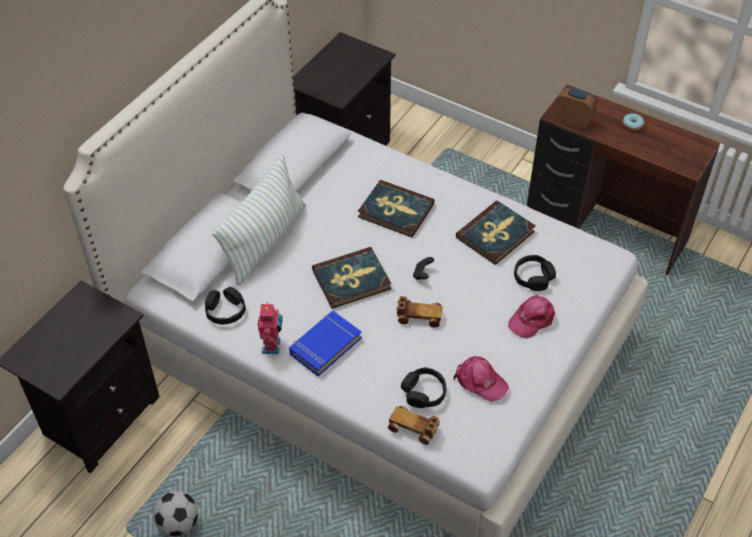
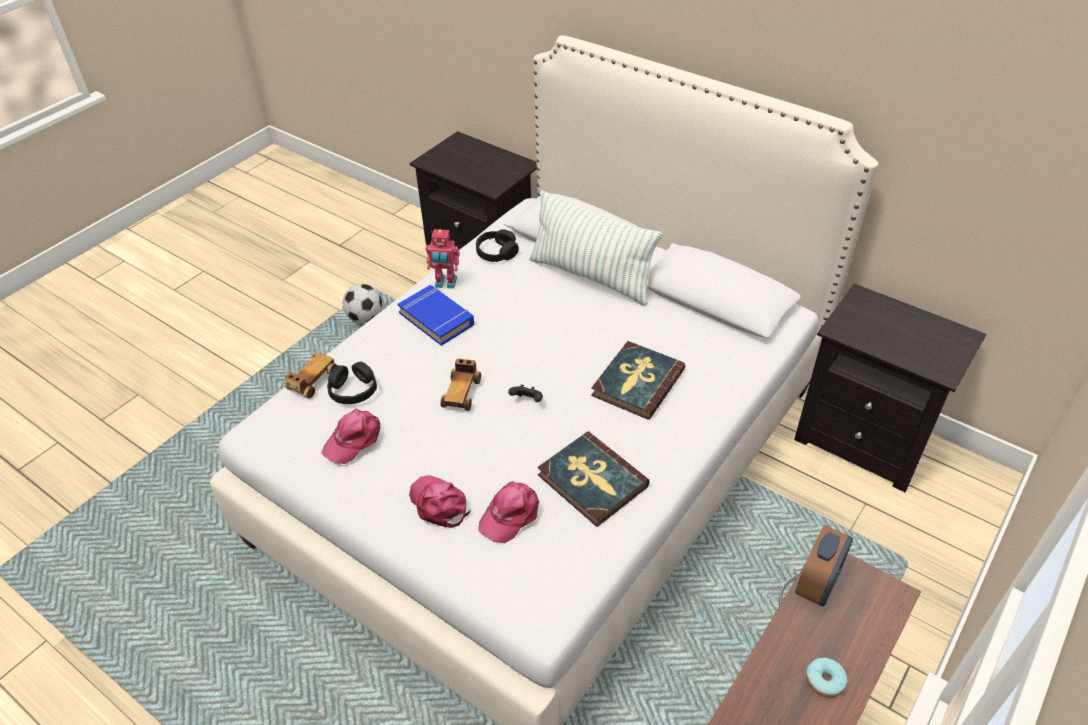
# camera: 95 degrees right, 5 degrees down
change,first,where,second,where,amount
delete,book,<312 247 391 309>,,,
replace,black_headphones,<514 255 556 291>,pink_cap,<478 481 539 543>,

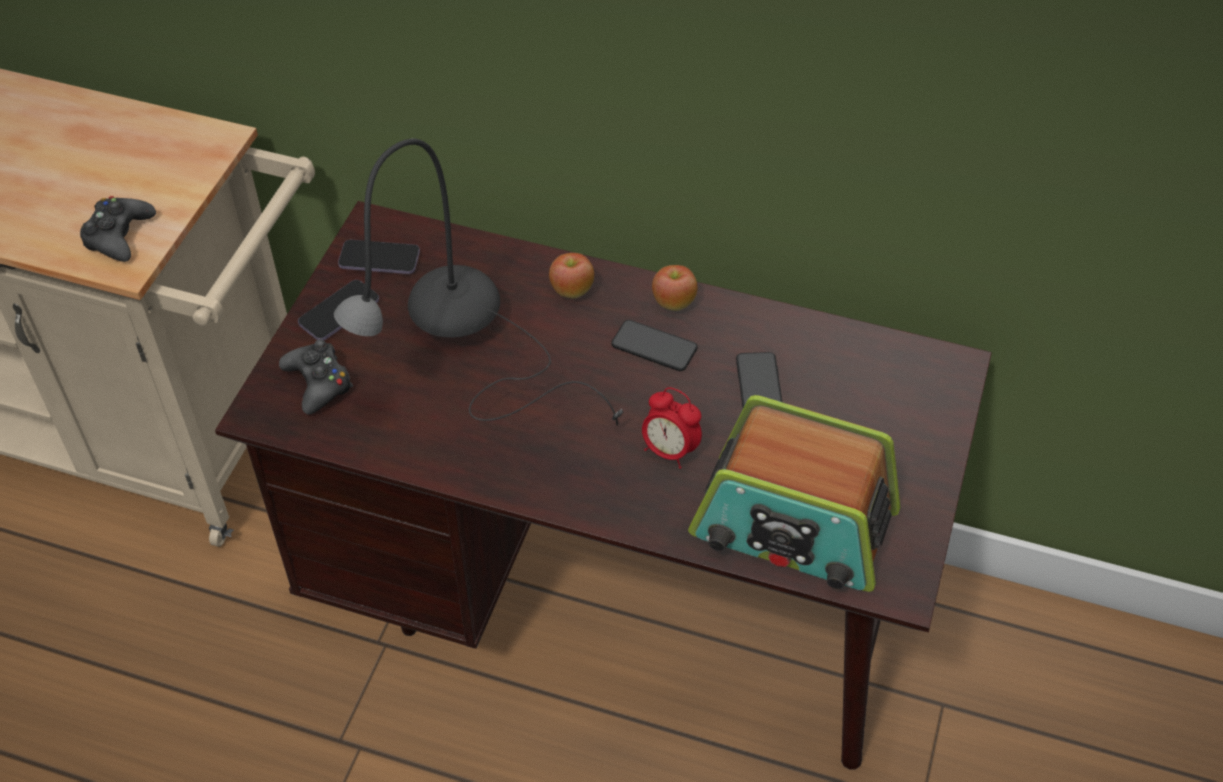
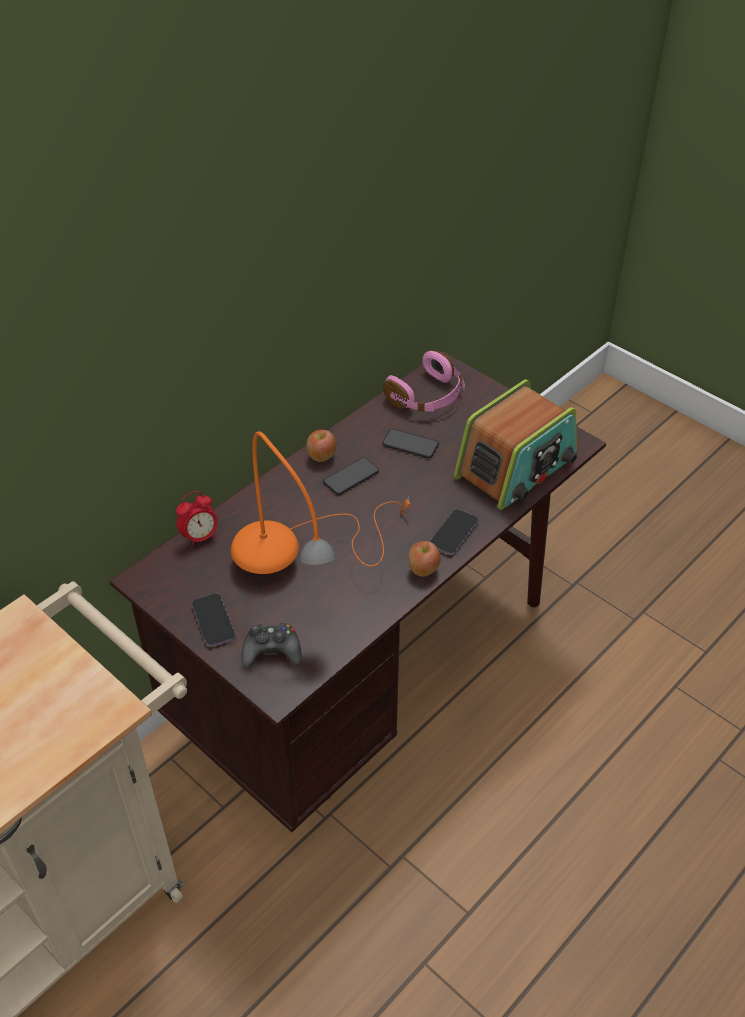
# camera: 65 degrees left, 5 degrees down
change,first,where,second,where,amount
delete,black_game_controller,<80 196 156 262>,,,
recolor,grey_table_lamp,<334 139 623 426>,orange_table_lamp,<231 431 410 574>,
move,phone,<338 240 420 274>,,<430 509 478 555>,
move,apple,<549 253 594 298>,,<408 541 441 577>,
move,alarm_clock,<642 387 702 469>,,<176 491 218 549>,
insert,,,pink_headphones,<383 351 465 412>,

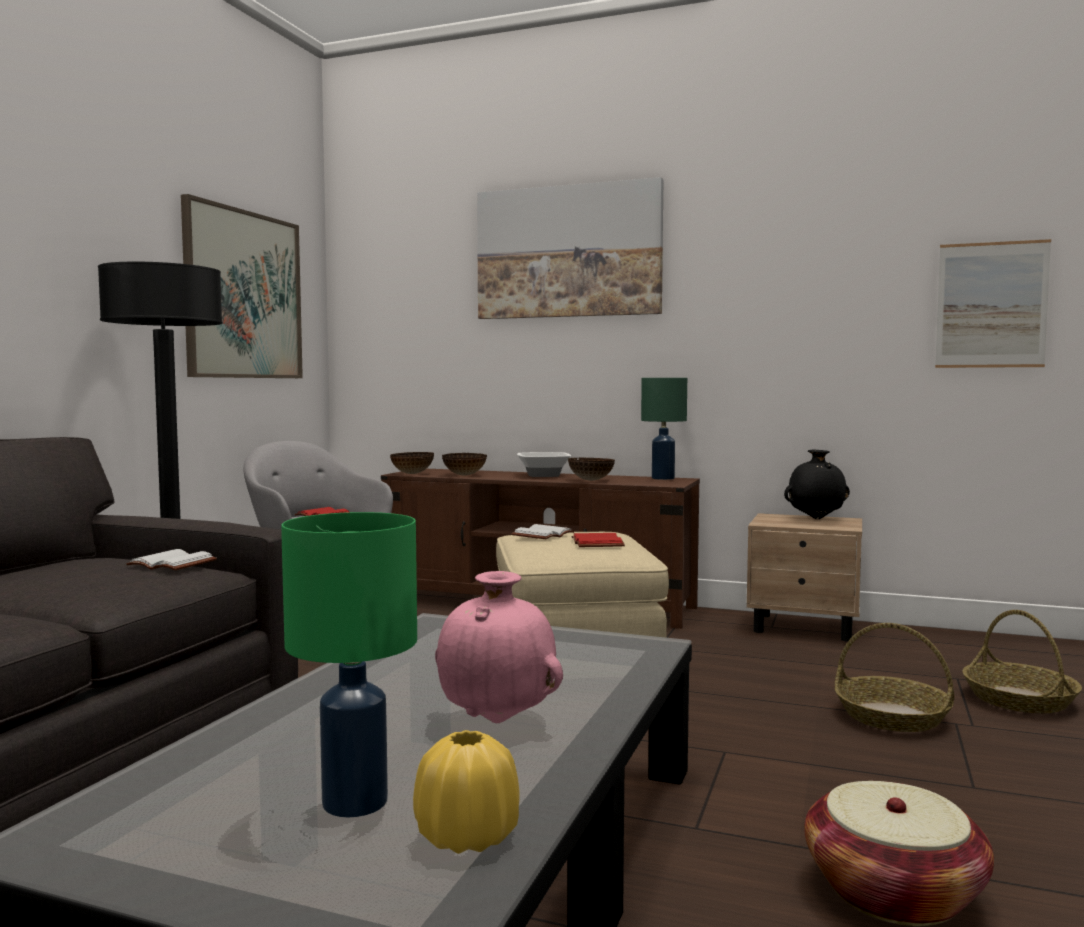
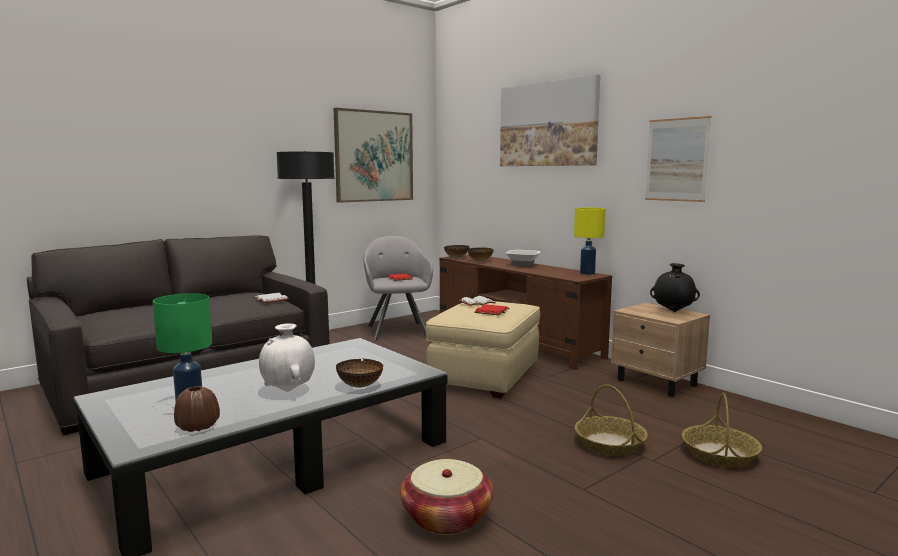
# camera: 30 degrees right, 5 degrees up
change,first,where,second,where,amount
recolor,yellow_vase,<413 730 519 854>,brown_vase,<174 386 220 432>,
recolor,pink_vase,<435 571 563 723>,white_vase,<259 323 315 392>,
move,bowl,<568 458 615 481>,,<336 359 383 388>,
recolor,green_table_lamp,<641 378 687 480>,yellow_table_lamp,<574 208 605 275>,
move,picture,<935 239 1051 368>,,<645 116 711 202>,

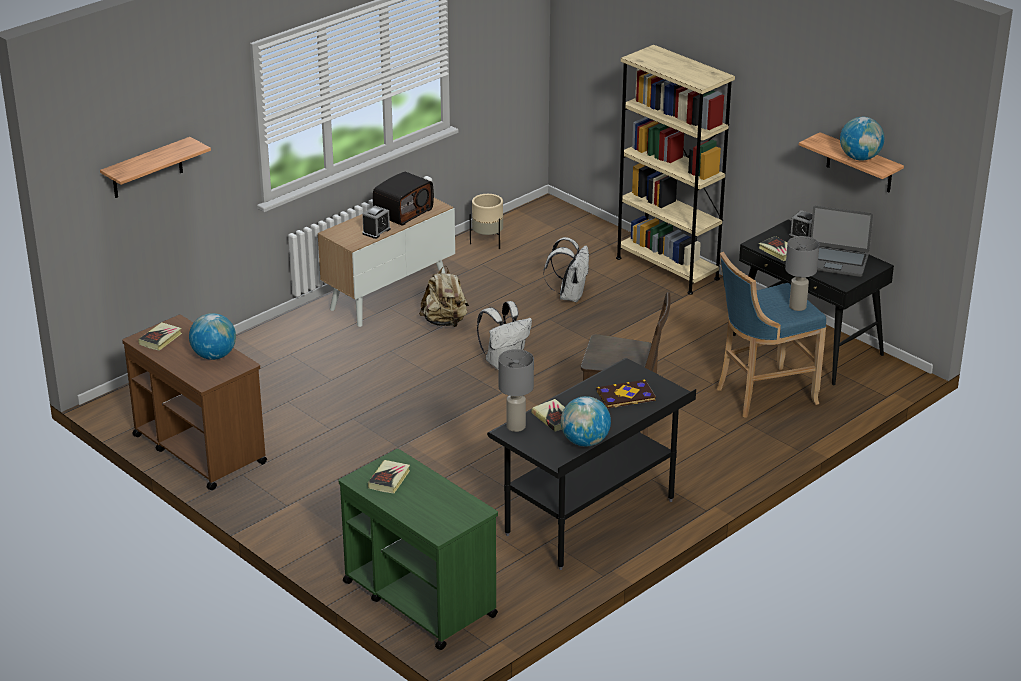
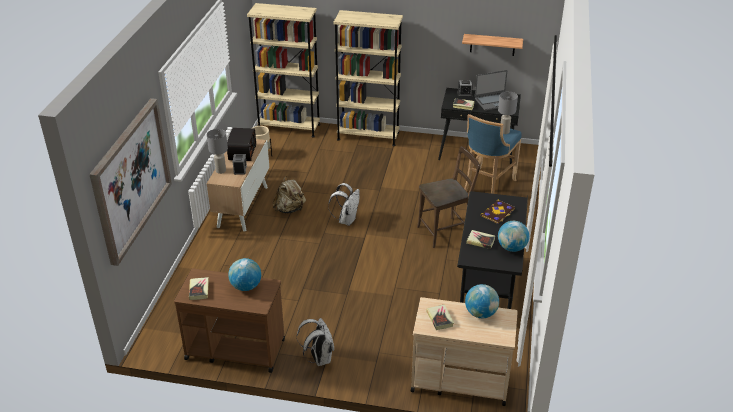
# camera: 35 degrees left, 5 degrees up
change,first,where,second,where,amount
replace,shelf,<100 137 211 198>,picture,<89 98 172 266>,
recolor,green_cart,<339 449 498 650>,beige_cart,<411 297 518 406>,
move,grey_table_lamp,<498 349 534 432>,,<207 129 228 174>,
move,white_backpack,<544 237 589 302>,,<297 318 334 366>,
move,globe,<840 117 884 161>,,<465 284 499 318>,
insert,,,beige_bookcase,<247 3 320 138>,

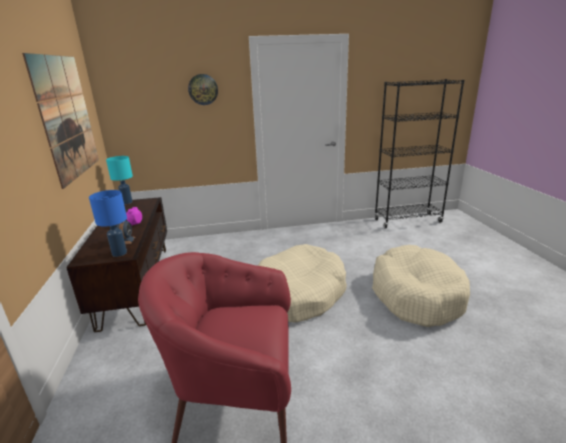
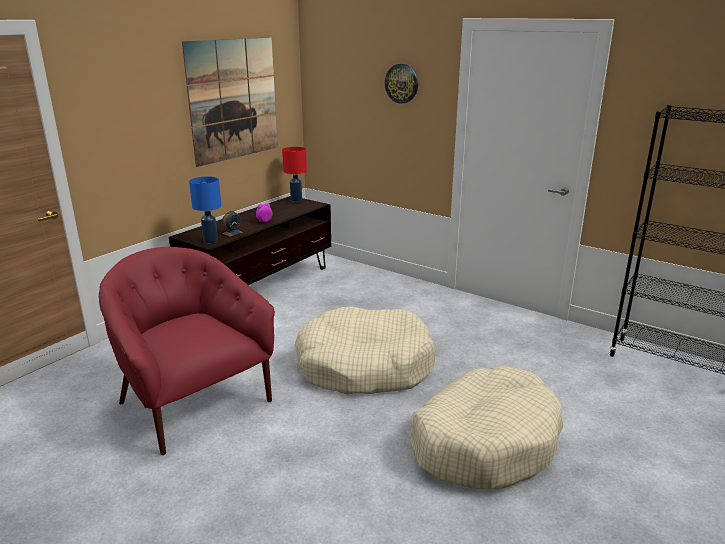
# camera: 45 degrees right, 0 degrees up
change,first,where,second,where,amount
recolor,turquoise_table_lamp,<106 156 133 204>,red_table_lamp,<282 147 307 202>,

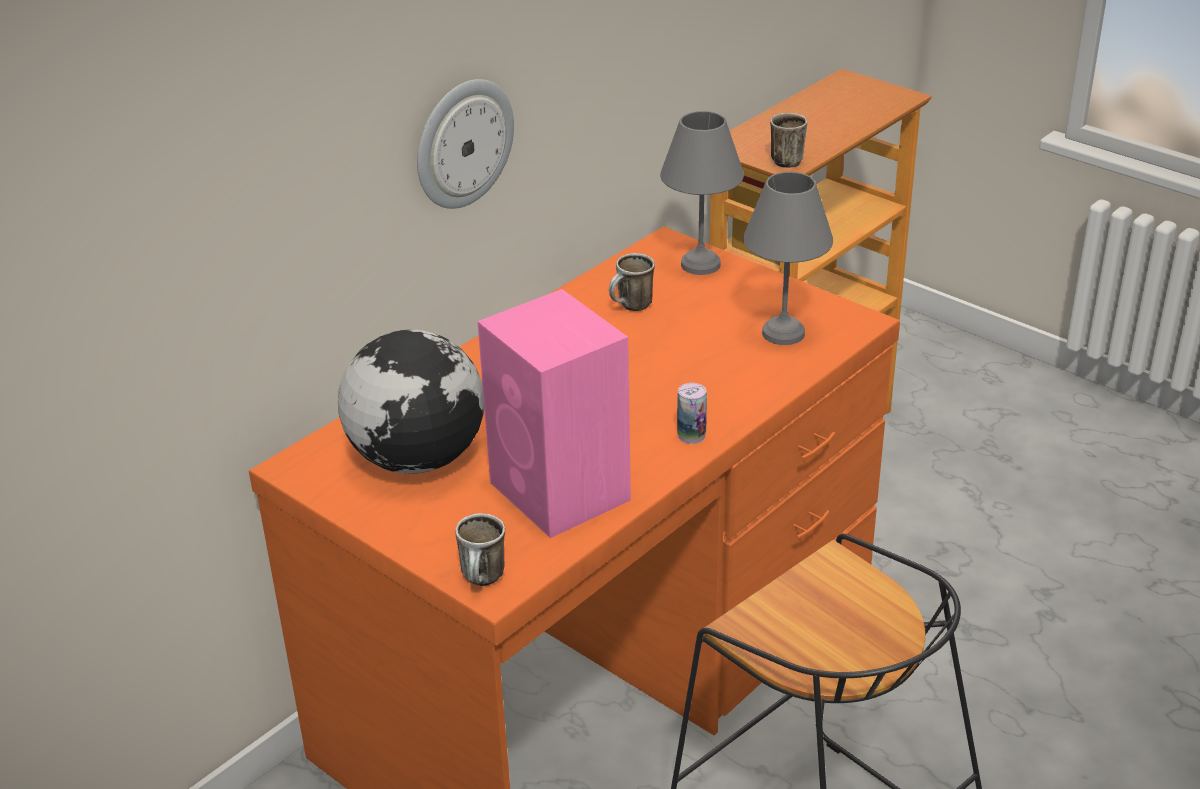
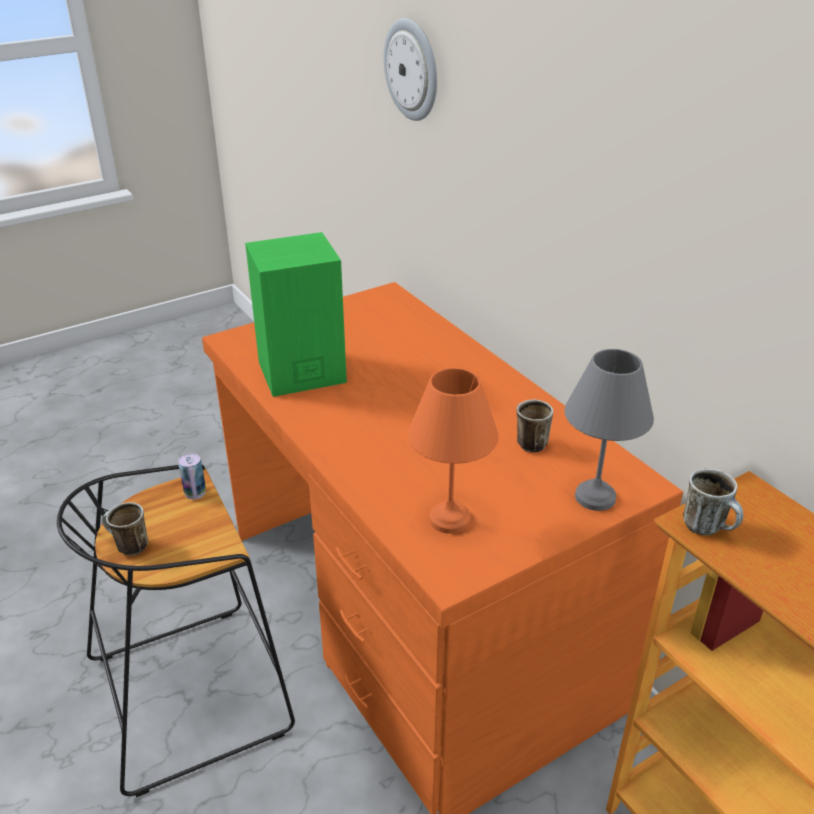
# camera: 105 degrees right, 0 degrees up
change,first,where,second,where,amount
delete,globe,<338 330 484 474>,,,
move,wall_clock,<417 79 514 209>,,<384 18 437 121>,
move,mug,<455 513 505 586>,,<102 502 148 556>,
recolor,pink_speaker,<477 289 631 538>,green_speaker,<245 232 347 397>,
move,can,<677 383 707 444>,,<178 453 206 499>,
recolor,grey_table_lamp,<743 172 833 345>,orange_table_lamp,<408 368 499 534>,

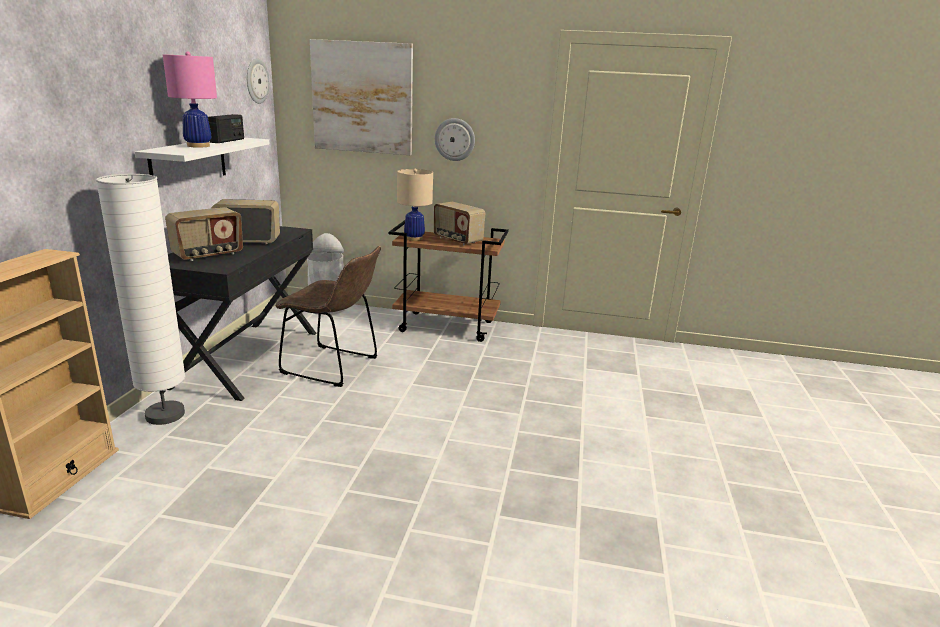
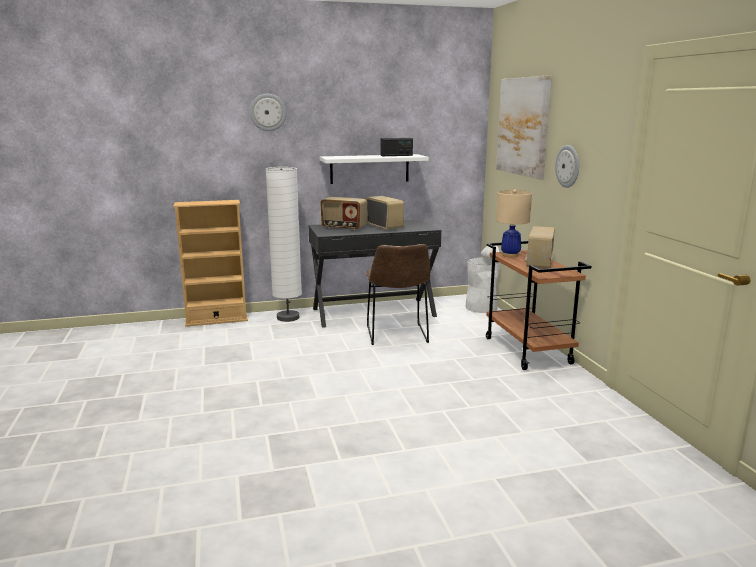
# camera: 65 degrees right, 5 degrees down
change,first,where,second,where,amount
delete,pink_table_lamp,<163 51 217 147>,,,
move,wall_clock,<247 58 269 104>,,<250 94 286 131>,

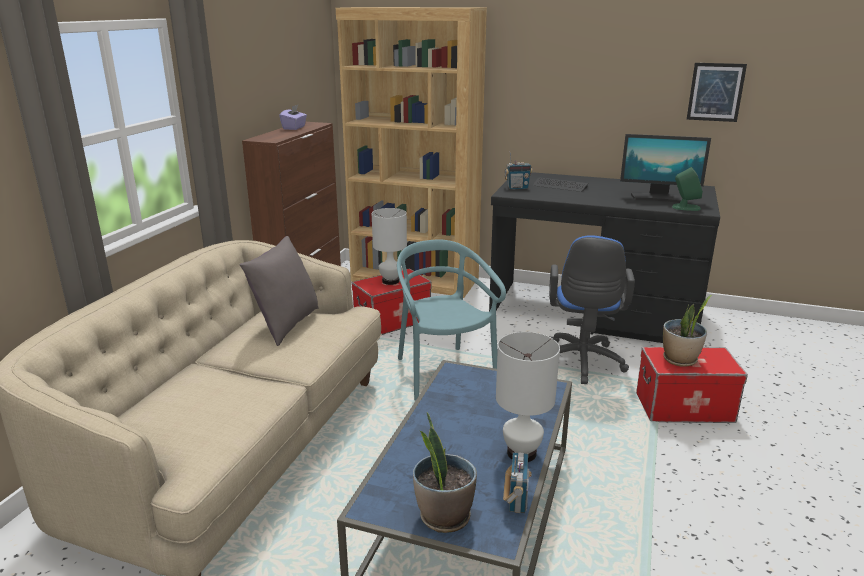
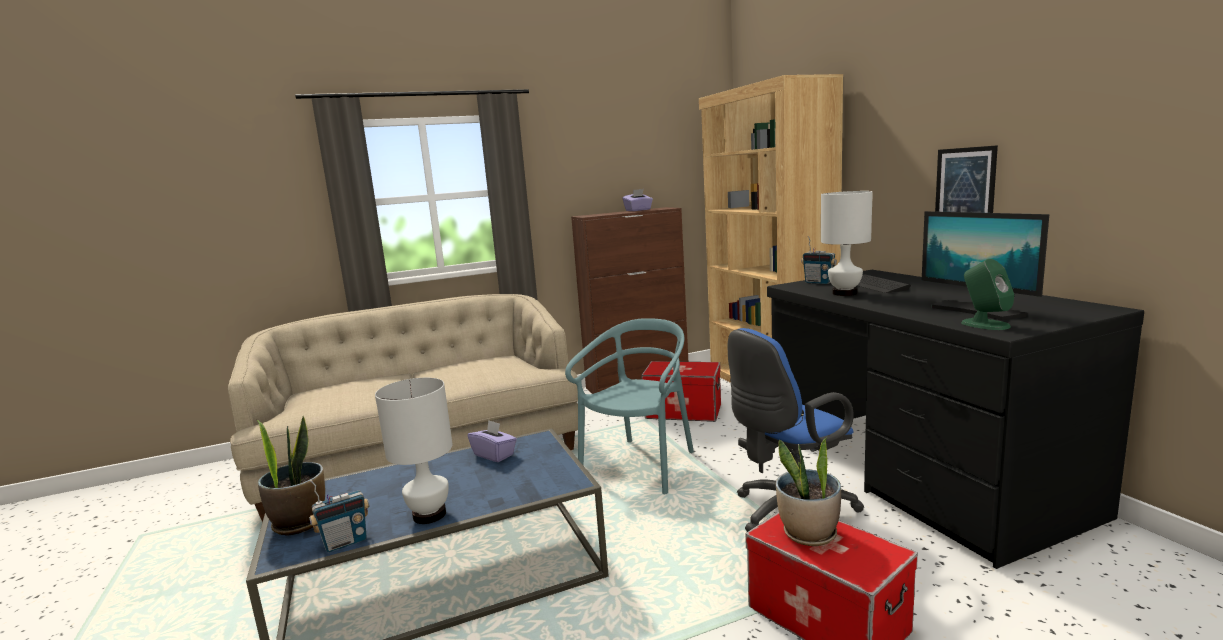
# camera: 50 degrees right, 10 degrees down
change,first,where,second,where,amount
delete,grey_pillow,<240 236 318 346>,,,
move,white_table_lamp,<372 208 407 285>,,<821 191 873 296>,
move,picture,<687 63 747 122>,,<935 145 998 213>,
insert,,,purple_tissue_box,<468 420 517 462>,

